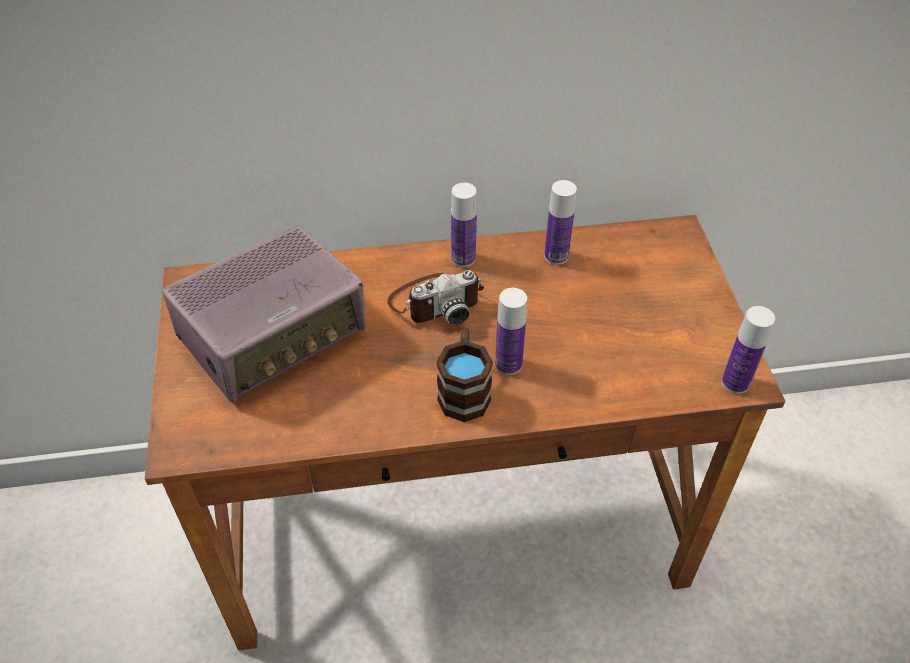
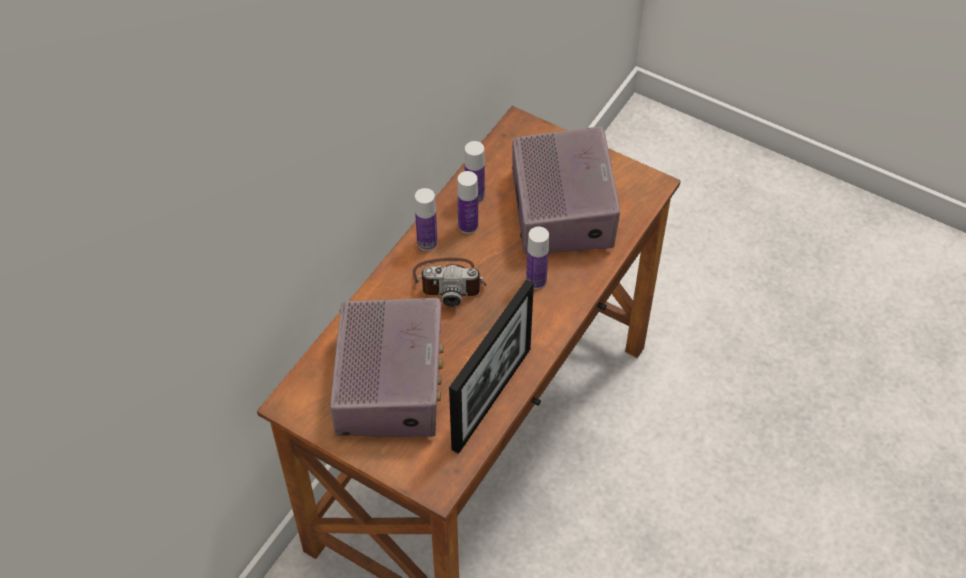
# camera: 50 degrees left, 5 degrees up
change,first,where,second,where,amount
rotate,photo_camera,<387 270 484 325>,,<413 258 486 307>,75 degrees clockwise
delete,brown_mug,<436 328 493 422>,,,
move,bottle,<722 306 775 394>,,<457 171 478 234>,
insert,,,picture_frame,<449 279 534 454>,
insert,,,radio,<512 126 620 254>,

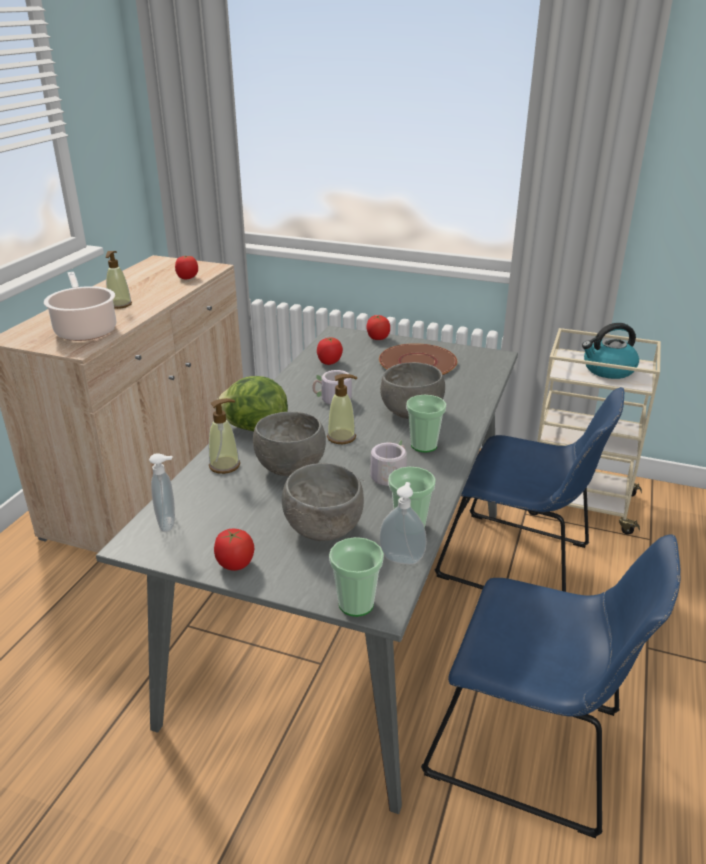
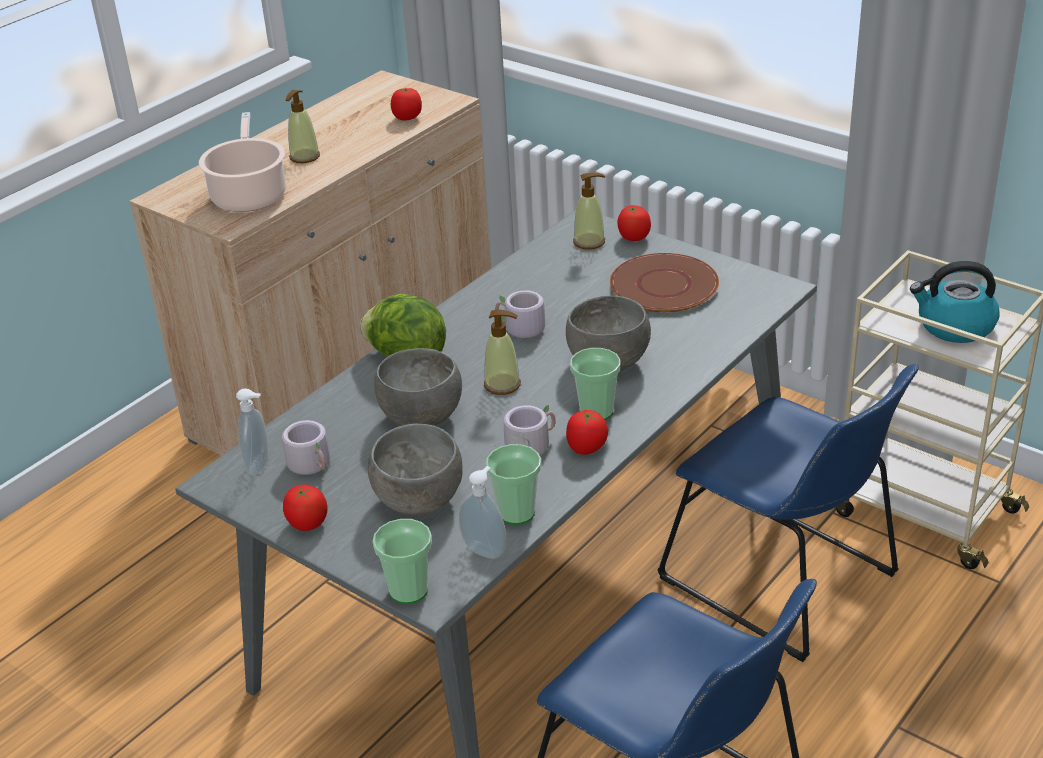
# camera: 20 degrees right, 5 degrees up
change,first,where,second,where,amount
move,soap_dispenser,<209 398 240 474>,,<573 173 605 250>,
move,tomato,<317 337 343 365>,,<566 410 608 455>,
insert,,,grey_mug,<282 420 330 475>,

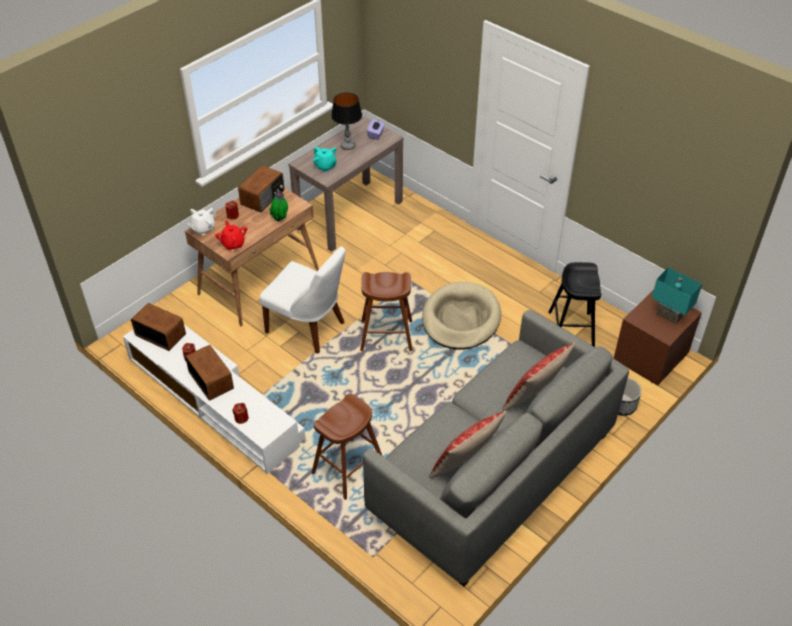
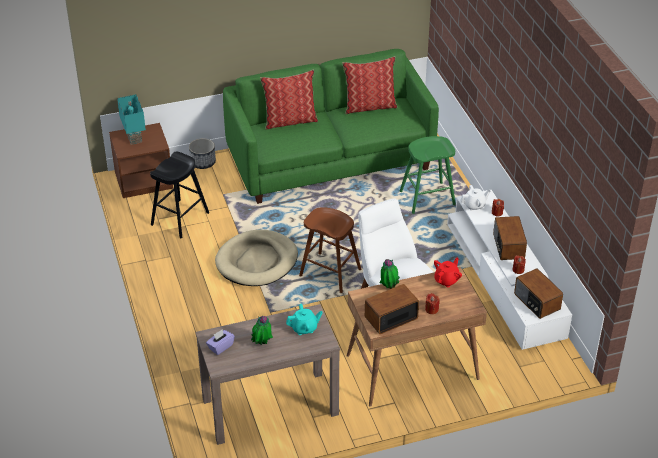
# camera: 150 degrees left, 5 degrees down
change,first,where,second,where,amount
move,white_teapot,<187 208 216 235>,,<460 185 490 211>,
rotate,red_teapot,<215 221 247 250>,,<434 258 462 287>,150 degrees counterclockwise
recolor,brown_stool,<312 394 382 500>,green_stool,<399 136 456 214>,
rotate,turquoise_teapot,<313 147 337 172>,,<286 304 323 335>,90 degrees clockwise
replace,table_lamp,<331 93 362 150>,potted_plant,<251 316 273 345>,
recolor,grey_sofa,<363 310 629 586>,green_sofa,<223 49 439 204>,

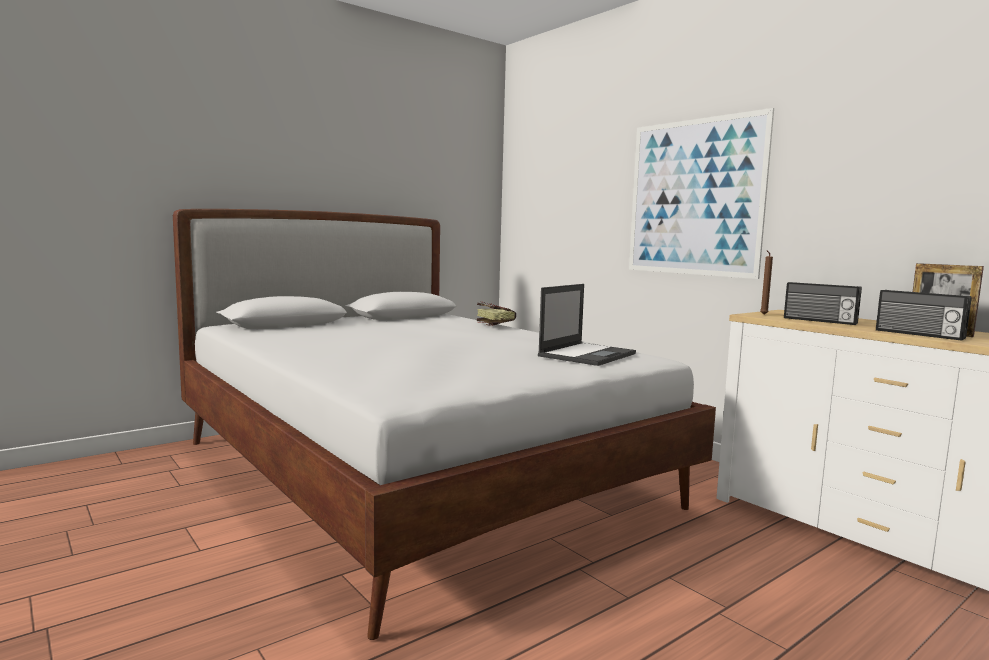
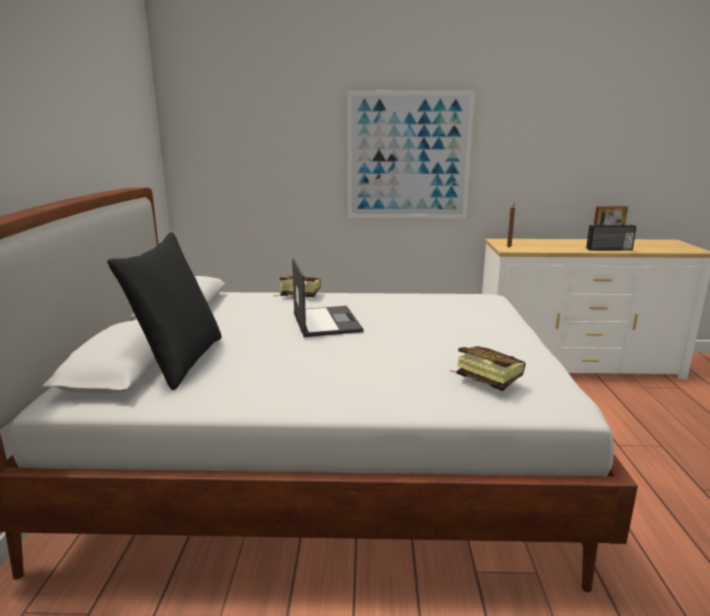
# camera: 50 degrees left, 10 degrees up
change,first,where,second,where,amount
move,laptop,<538 284 636 366>,,<292 258 363 337>,
delete,radio,<784 282 862 325>,,,
insert,,,black_pillow,<107 232 222 390>,
insert,,,book,<449 346 526 391>,

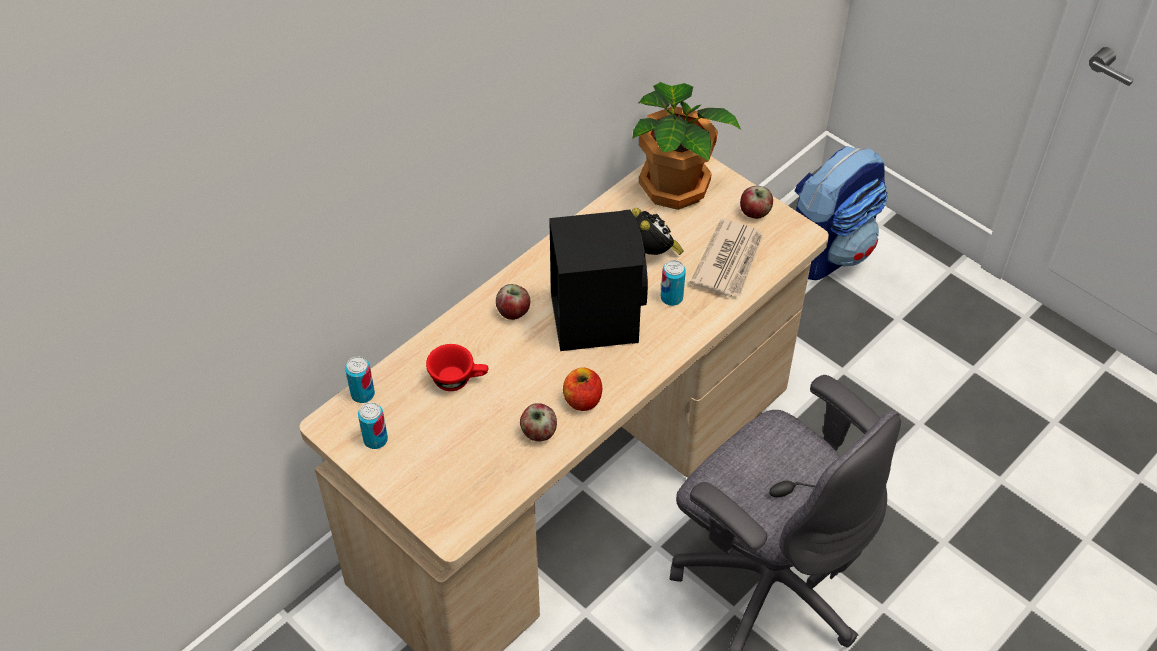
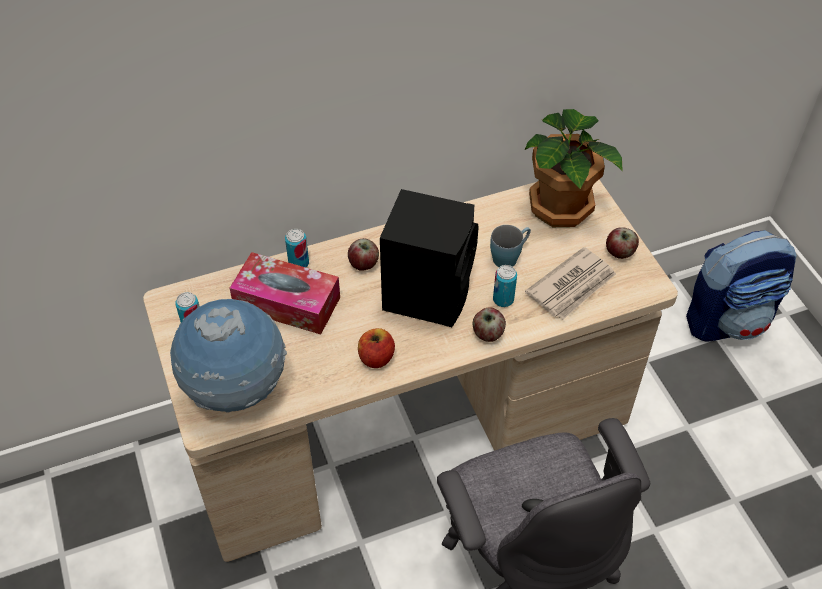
# camera: 25 degrees right, 0 degrees up
change,first,where,second,where,amount
move,can,<345 357 375 403>,,<285 229 309 267>,
replace,red_cup,<426 344 488 391>,tissue_box,<229 252 340 335>,
move,apple,<520 403 557 441>,,<473 307 506 342>,
replace,alarm_clock,<632 208 684 255>,blue_mug,<490 225 531 267>,
insert,,,globe,<170 299 287 413>,

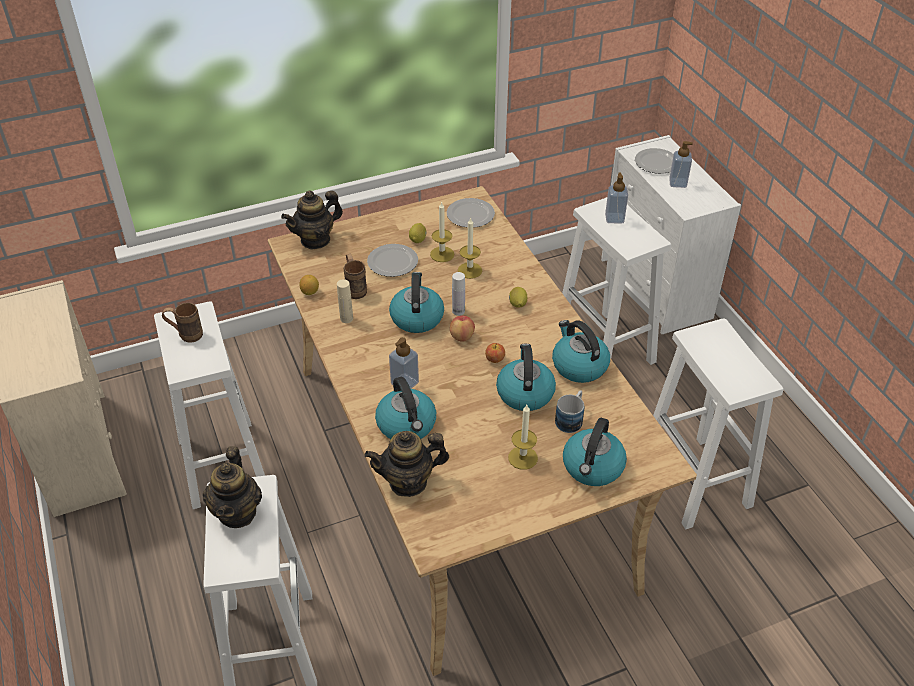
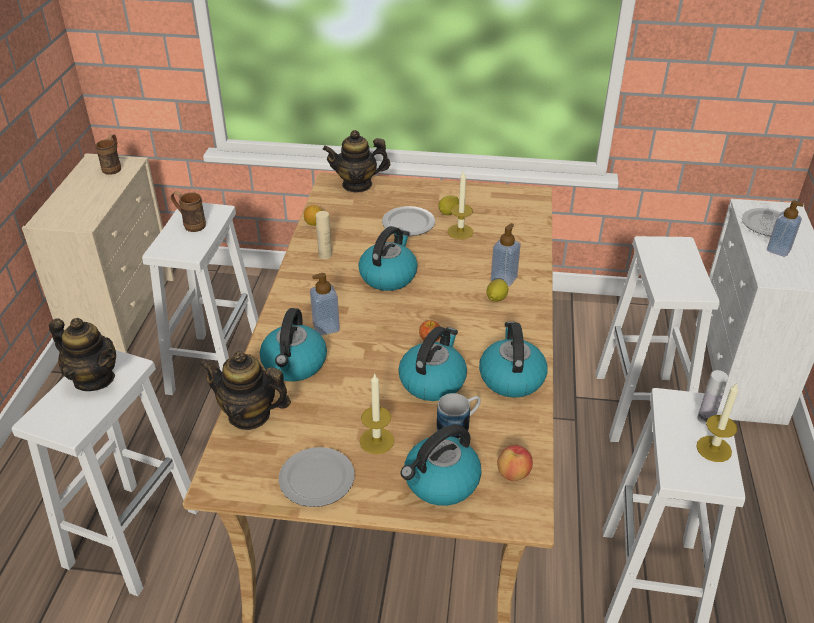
# camera: 30 degrees right, 5 degrees down
change,first,where,second,where,amount
rotate,teapot,<203 446 262 528>,,<49 318 116 391>,90 degrees counterclockwise
move,brown_mug,<344 254 367 299>,,<96 134 121 175>,
move,plate,<447 198 495 228>,,<279 447 355 507>,
move,apple,<450 315 475 342>,,<497 445 533 481>,
move,white_bottle,<452 272 465 316>,,<697 370 728 425>,
move,candle,<458 218 482 279>,,<696 383 738 462>,
move,soap_dispenser,<605 172 628 223>,,<491 223 521 287>,

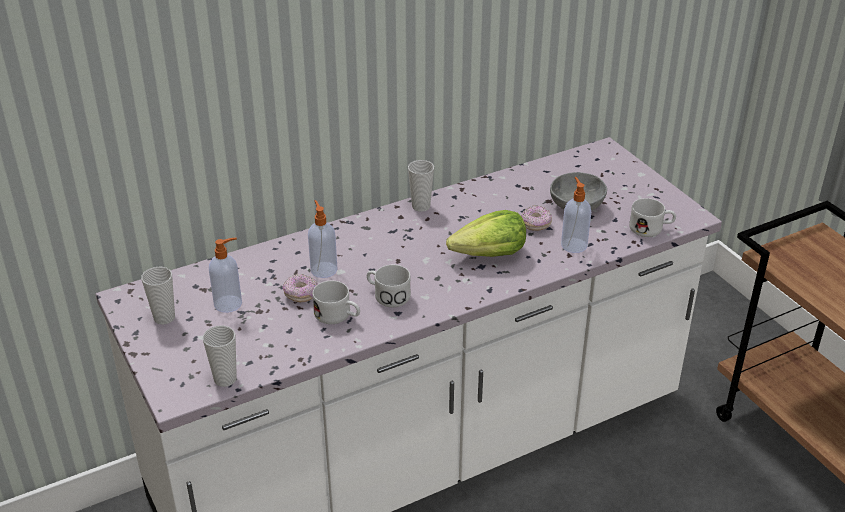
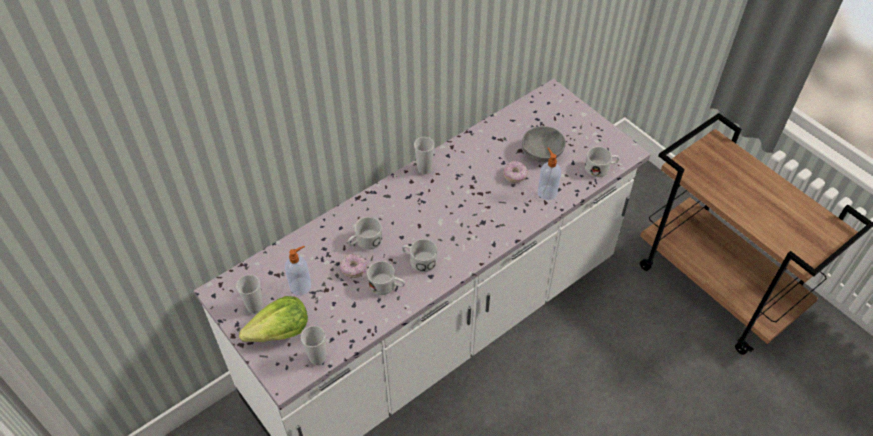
# camera: 10 degrees left, 15 degrees up
change,first,where,second,where,amount
replace,soap_dispenser,<308 200 338 278>,white_mug,<347 217 382 250>,
move,lettuce,<446 210 526 257>,,<239 296 308 342>,

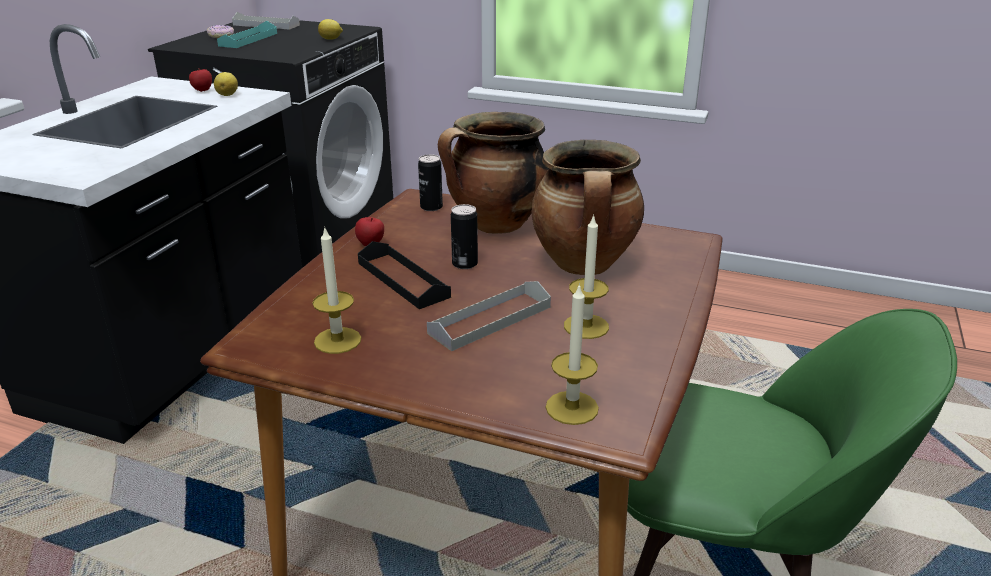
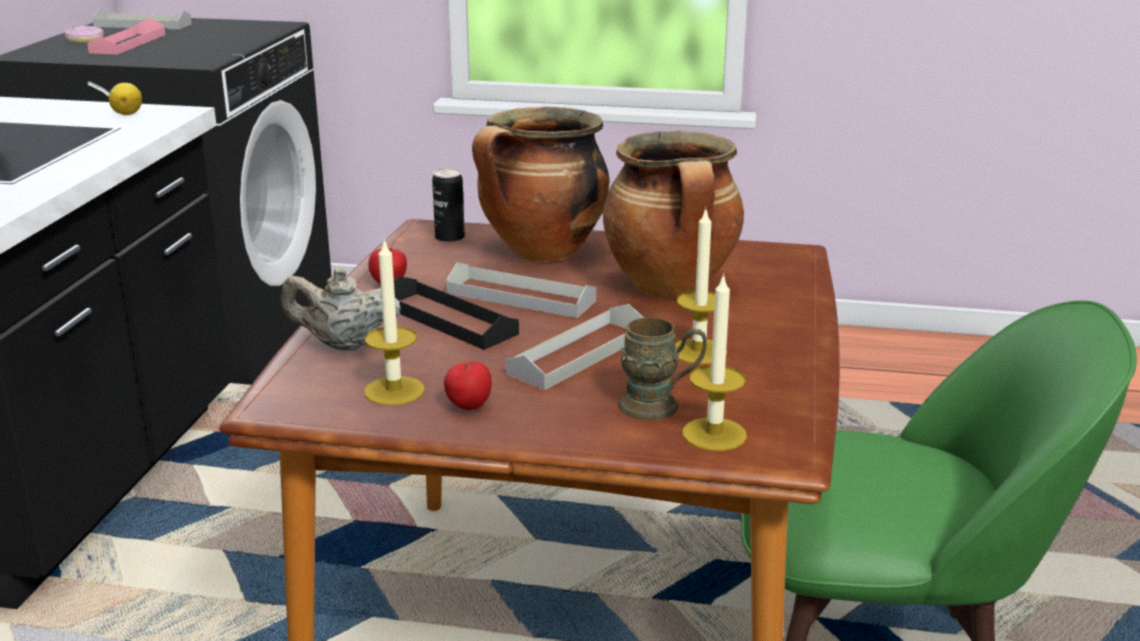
# camera: 10 degrees left, 5 degrees down
change,first,where,second,where,amount
move,apple,<189 68 212 92>,,<444 361 492 410>,
recolor,turquoise_tray,<217 21 277 48>,pink_tray,<87 18 165 55>,
delete,lemon,<318 19 343 40>,,,
replace,can,<451 204 478 269>,grey_tray,<446 263 596 318>,
insert,,,beige_teapot,<281 268 401 351>,
insert,,,brown_mug,<618 317 707 420>,

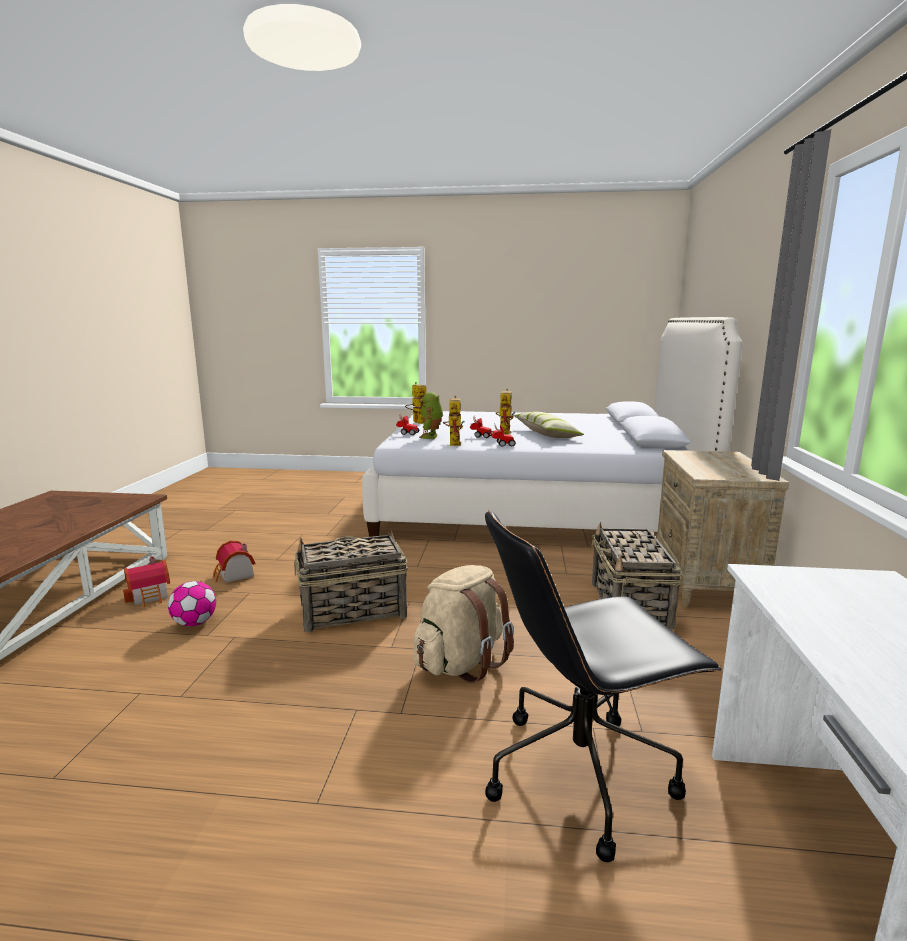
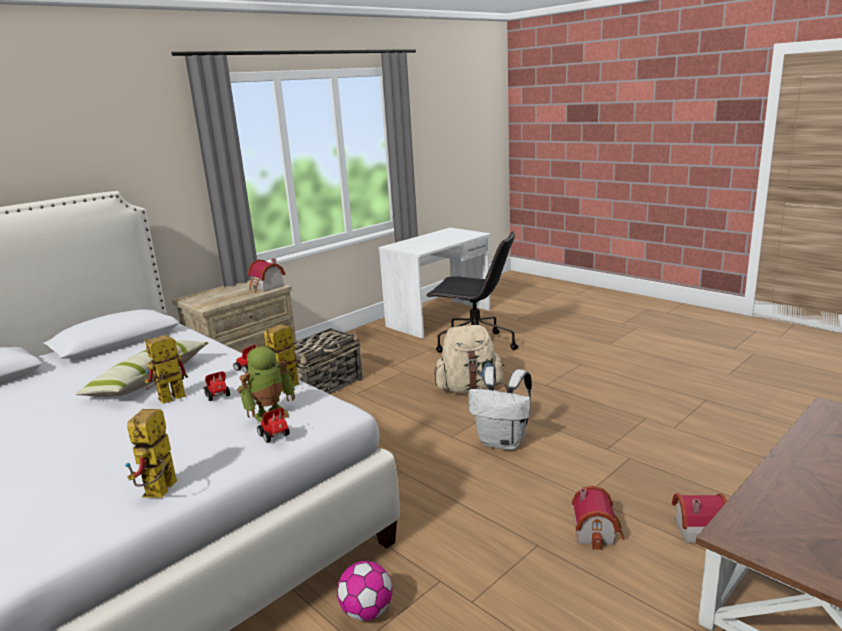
# camera: 140 degrees left, 5 degrees up
change,first,where,second,where,amount
move,football,<168 581 216 626>,,<337 561 392 621>,
replace,basket,<294 528 408 633>,white_backpack,<469 366 532 450>,
insert,,,toy_house,<248 258 286 293>,

